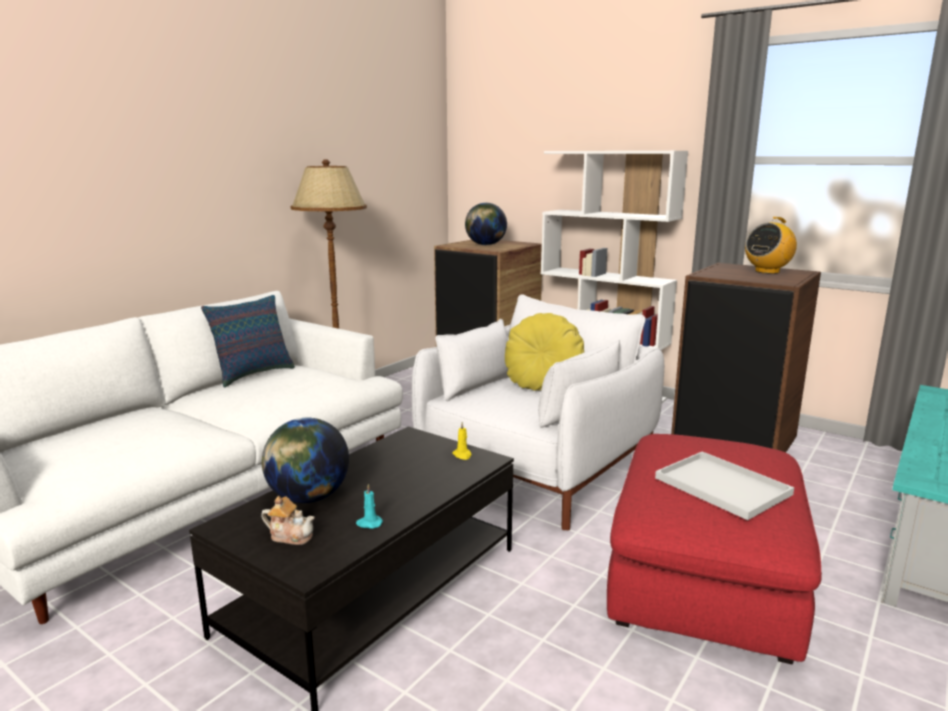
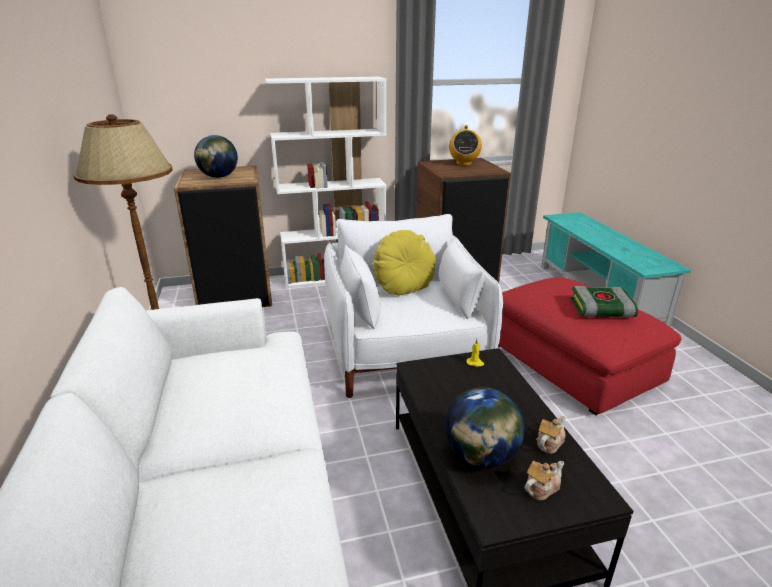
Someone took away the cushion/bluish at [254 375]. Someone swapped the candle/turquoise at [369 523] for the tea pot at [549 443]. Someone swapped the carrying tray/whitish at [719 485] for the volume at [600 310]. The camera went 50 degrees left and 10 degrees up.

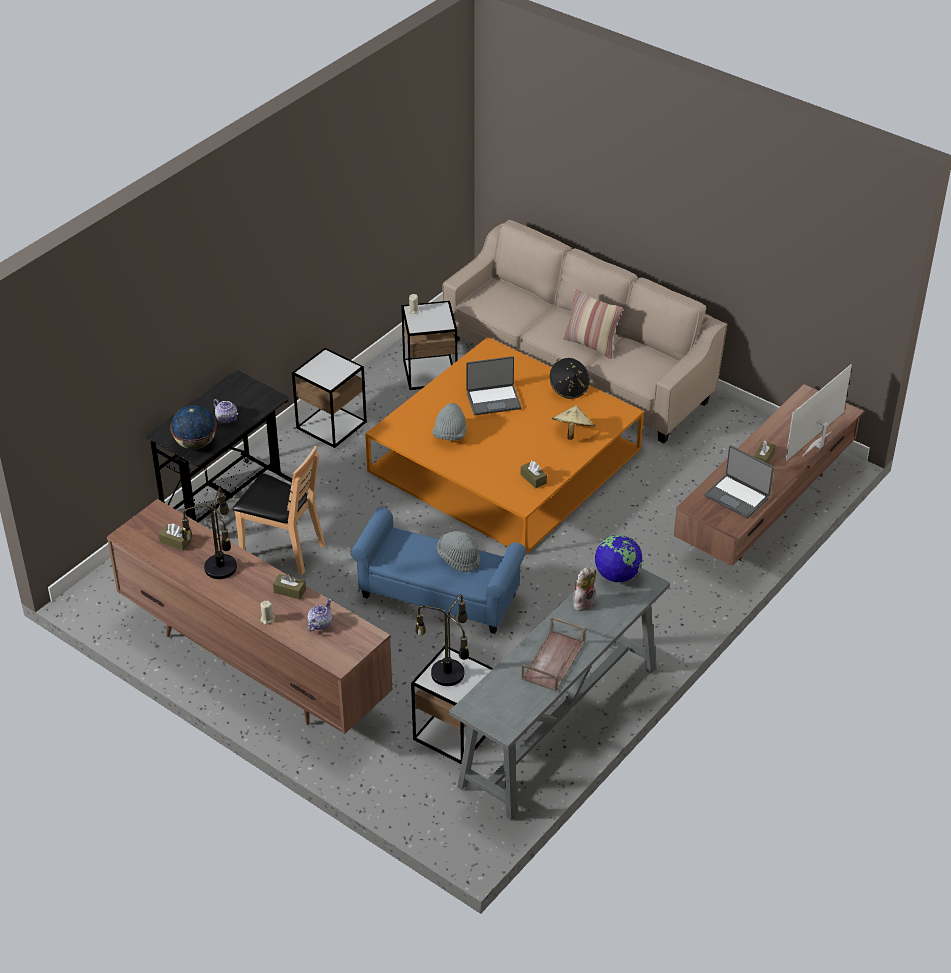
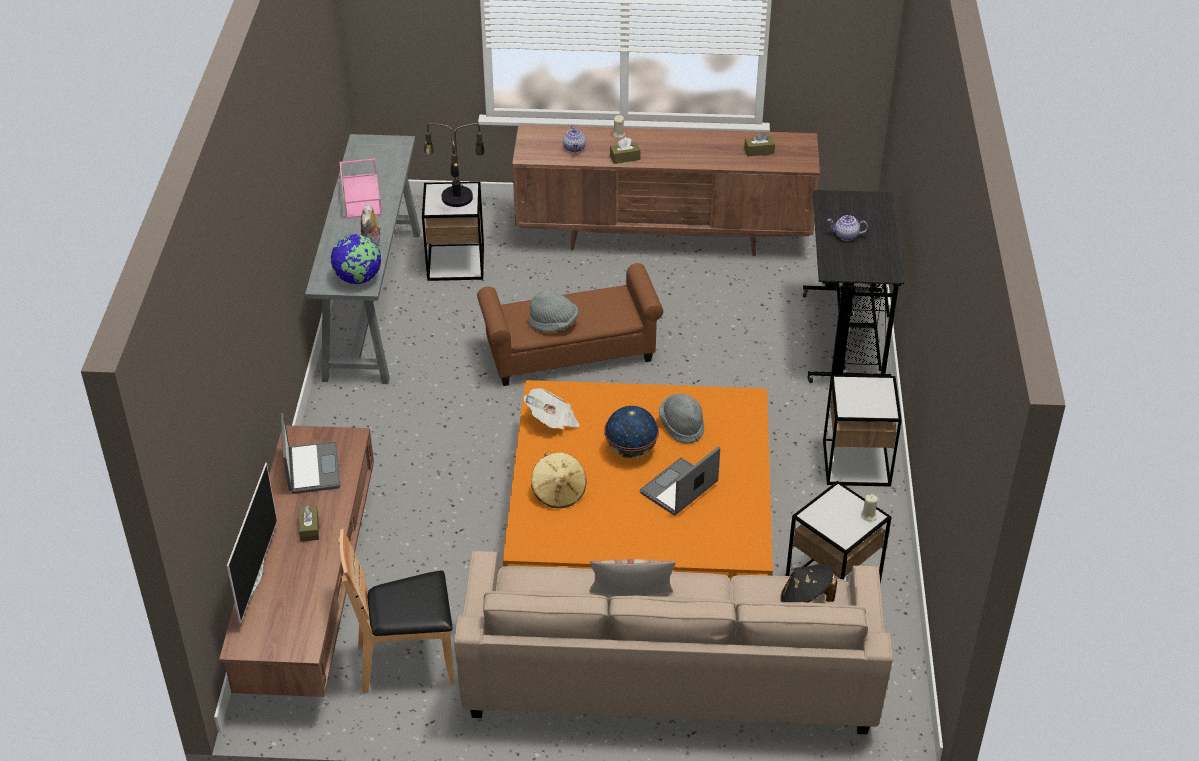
Someone carried the globe from [195 444] to [630 450]. Someone took away the tabletop lamp at [220 567]. Someone carried the chair/brownish from [282 549] to [407 662]. Someone repainted the footrest/bluish at [439 595], which became the footrest/brownish at [570 353]. Someone swapped the tissue box/brownish at [533 479] for the printed paper at [552 421]. Someone repainted the carrying tray/brownish at [554 661], which became the carrying tray/pink at [360 195]. Someone carried the hat/blackish from [569 388] to [805 598]. Someone rotated the notebook computer at [737 496] by 75 degrees clockwise. The camera went 145 degrees right and 0 degrees up.

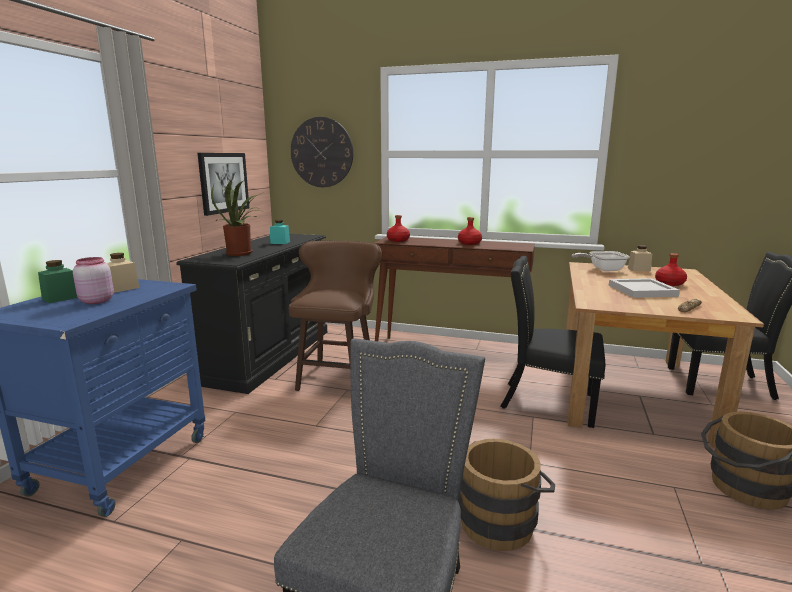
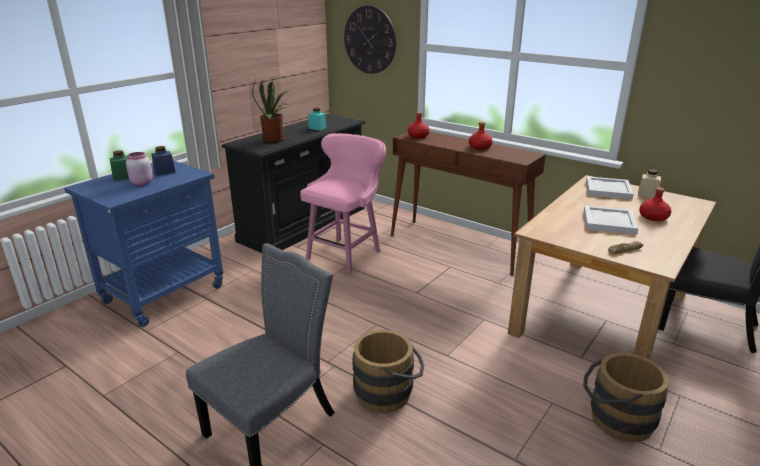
Someone repainted the preserve jar/beige at [122 288], which became the preserve jar/bluish at [164 172]. Someone took away the wall picture at [223 182]. Someone repainted the stool/brownish at [338 377], which became the stool/pink at [346 254]. Someone took away the chair/blackish at [550 403]. Someone swapped the skillet at [603 269] for the carrying tray/whitish at [607 190]. The camera went 20 degrees right and 10 degrees up.

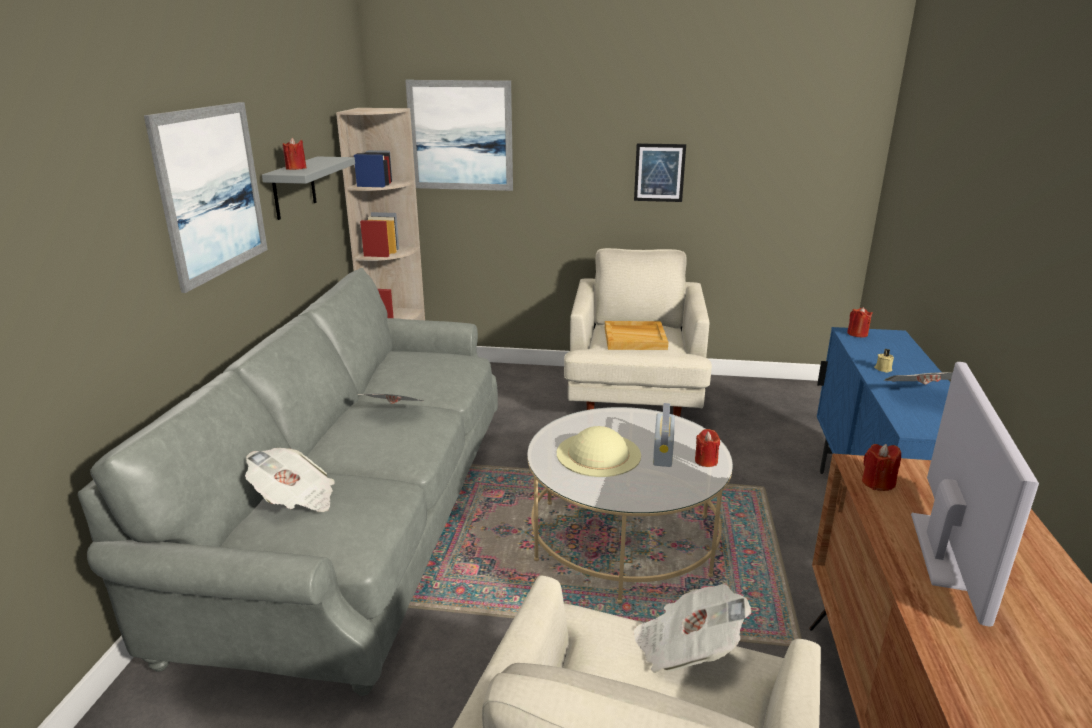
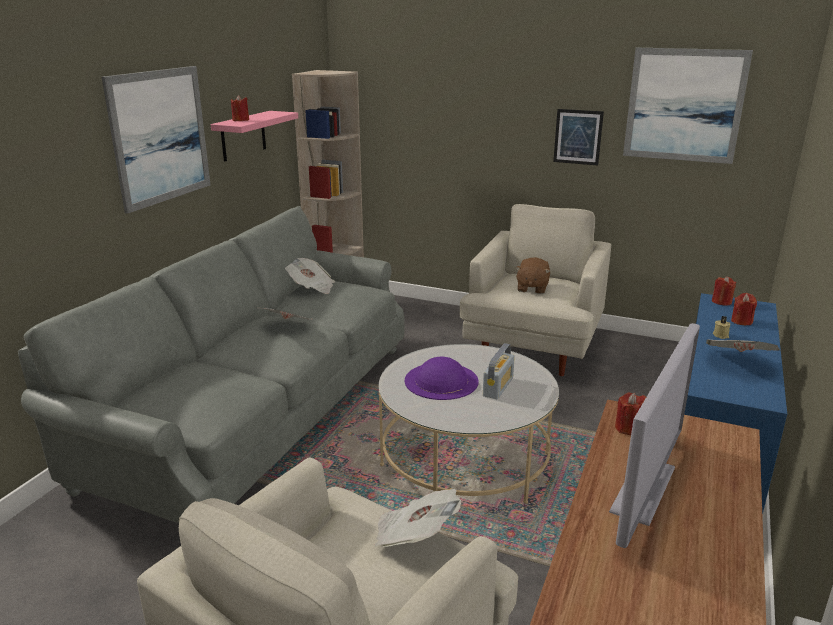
Someone carried the printed paper from [295 499] to [311 287]. Someone repainted the bracket shelf/grey at [294 188], which became the bracket shelf/pink at [243 136]. Someone carried the wall picture from [460 136] to [684 105]. Someone repainted the hat/beige at [598 454], which became the hat/purplish at [441 381]. Someone swapped the carrying tray/beige at [635 338] for the plush toy/brownish at [532 288]. Someone carried the candle/red from [706 461] to [741 321]. The camera went 15 degrees right and 0 degrees up.

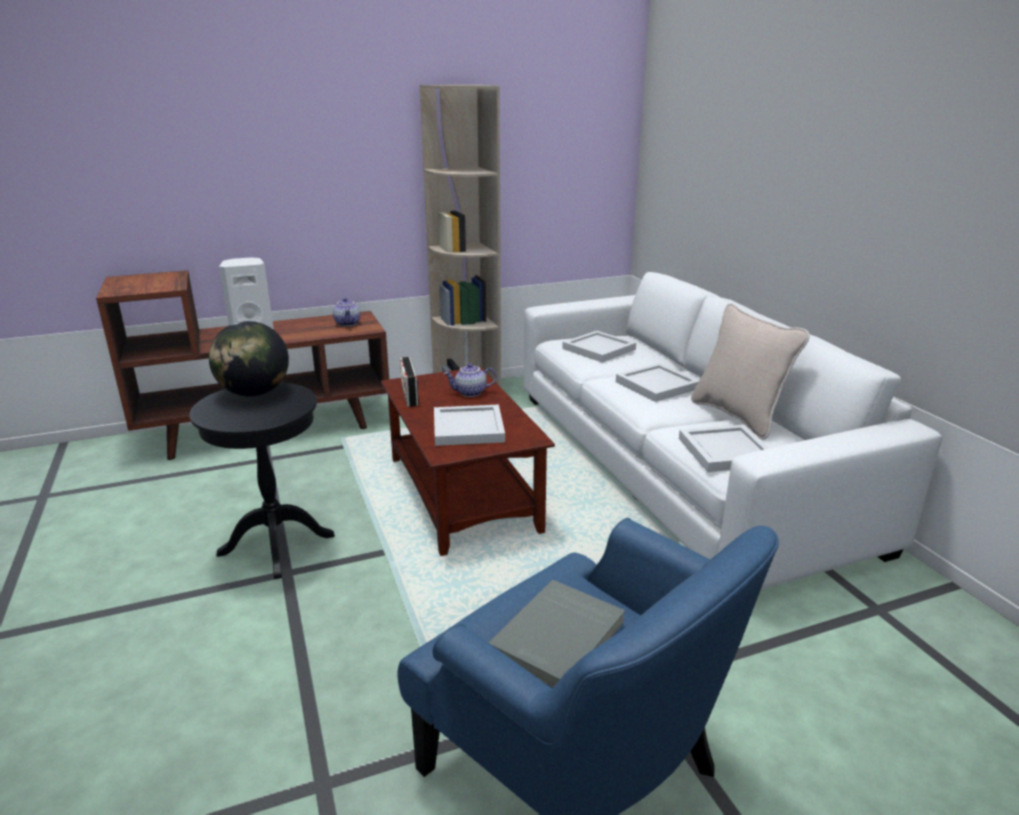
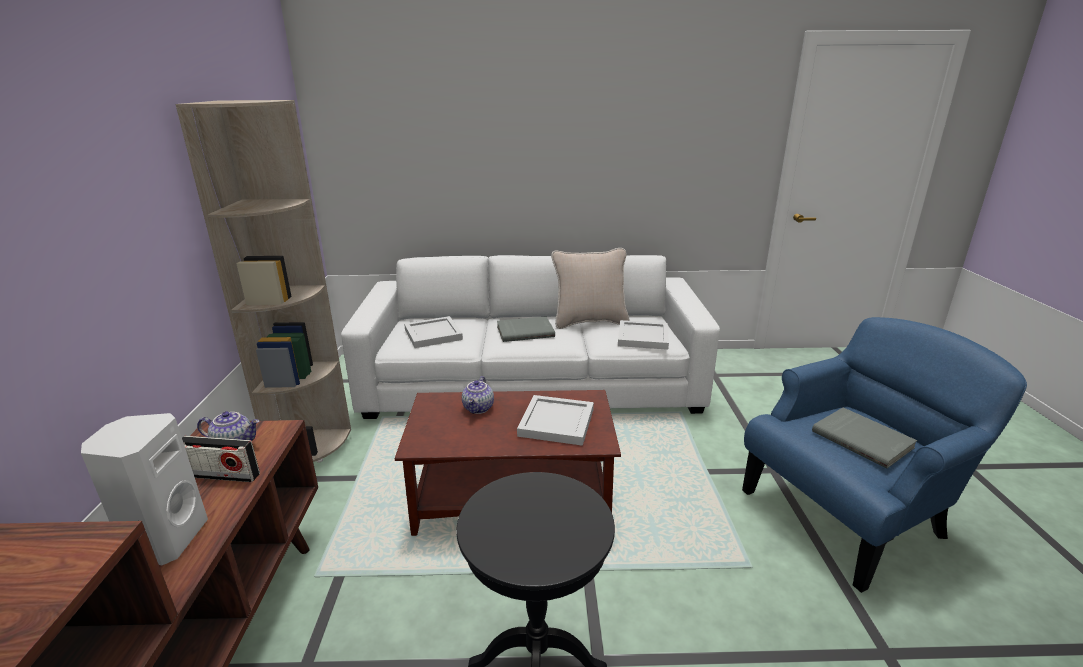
Someone took away the globe at [254 393]. Someone carried the radio receiver from [409 395] to [223 475]. Someone swapped the carrying tray/whitish at [657 384] for the volume/grey at [525 331]. The camera went 70 degrees left and 0 degrees up.

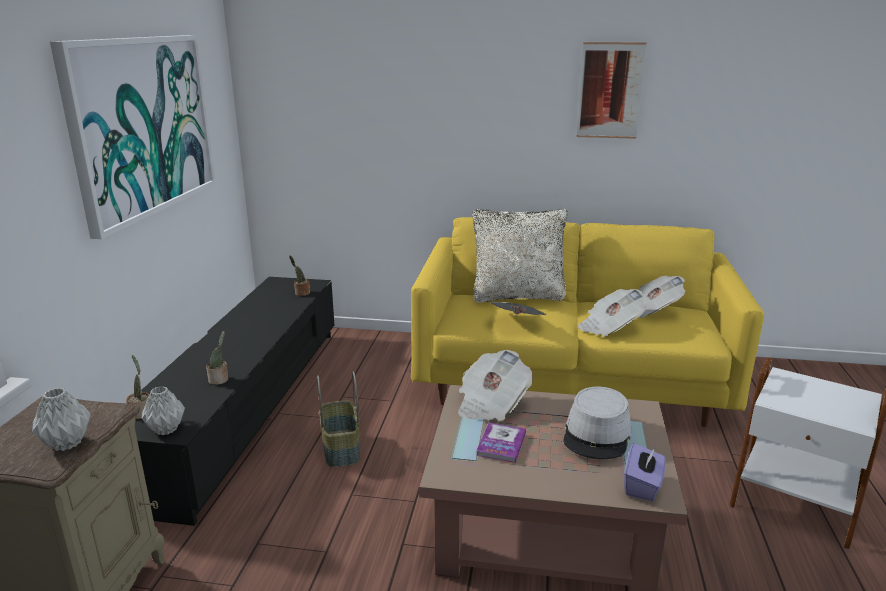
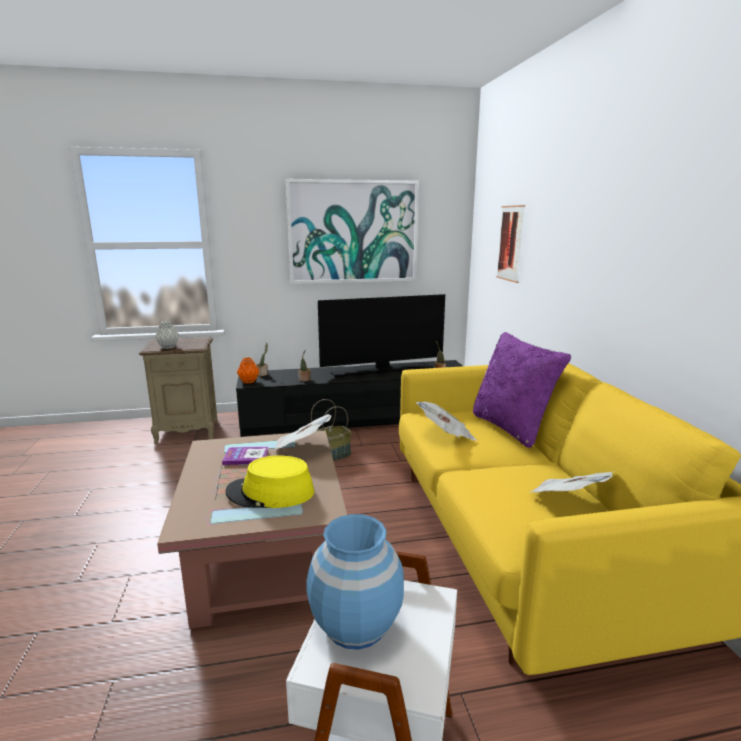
Someone repainted the vase/grey at [165 430], which became the vase/orange-coloured at [248 382]. Someone repainted the cushion/beige at [518 298], which became the cushion/purplish at [511 430]. Someone repainted the hat/grey at [597 435], which became the hat/yellow at [270 493]. Someone carried the wall picture from [610 91] to [510 243]. Someone took away the printed paper at [609 327]. Someone took away the tissue box/purplish at [642 486]. Someone put down the vase/bluish at [356 625]. Someone put down the TV set at [382 370]. The camera went 70 degrees right and 5 degrees down.

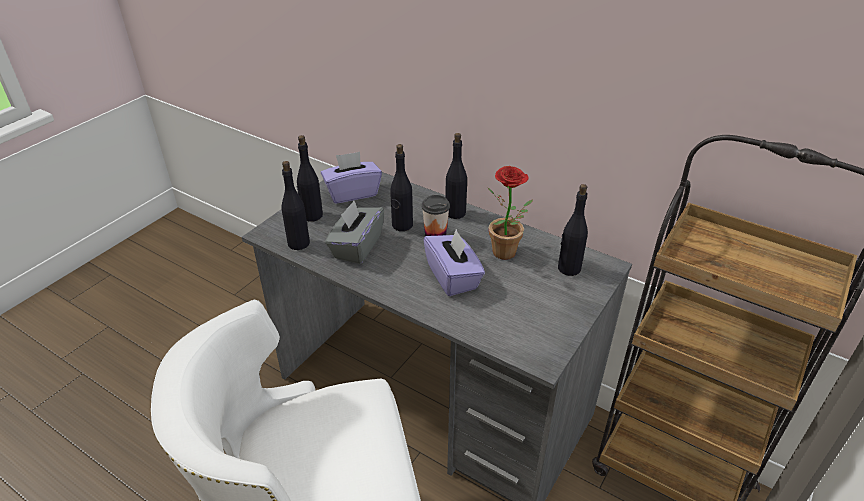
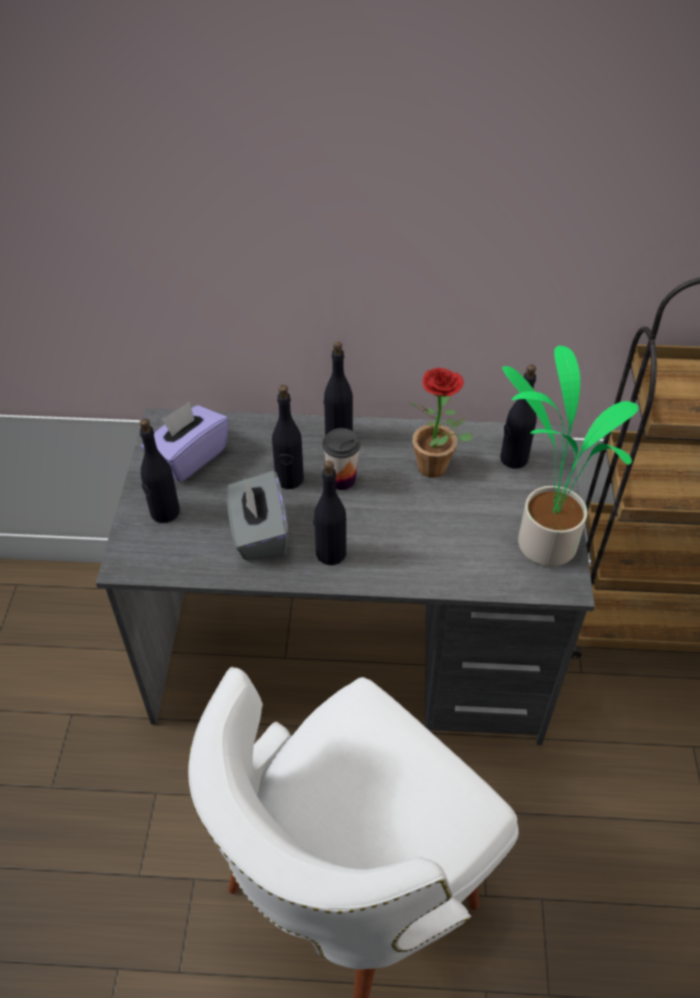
Someone carried the beverage bottle/blackish from [298 243] to [330 553]. Someone took away the tissue box/purplish at [453 277]. Someone put down the plant in a pot at [542 543]. The camera went 30 degrees left and 10 degrees up.

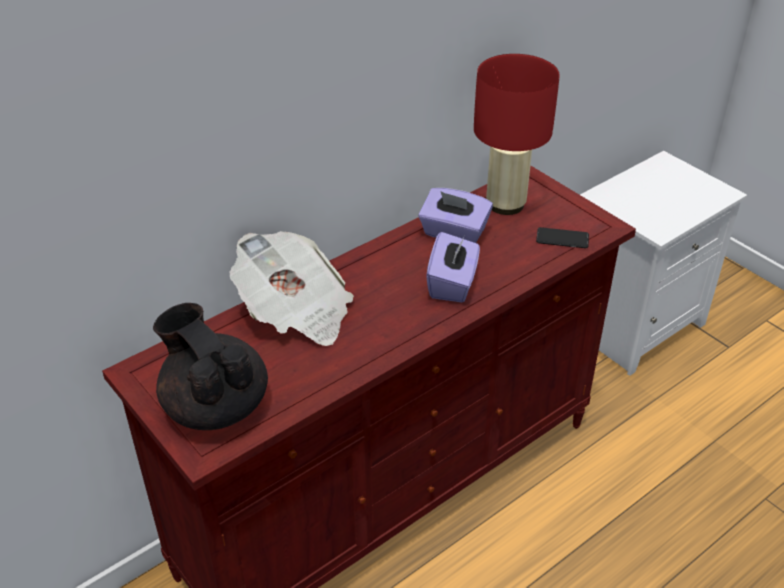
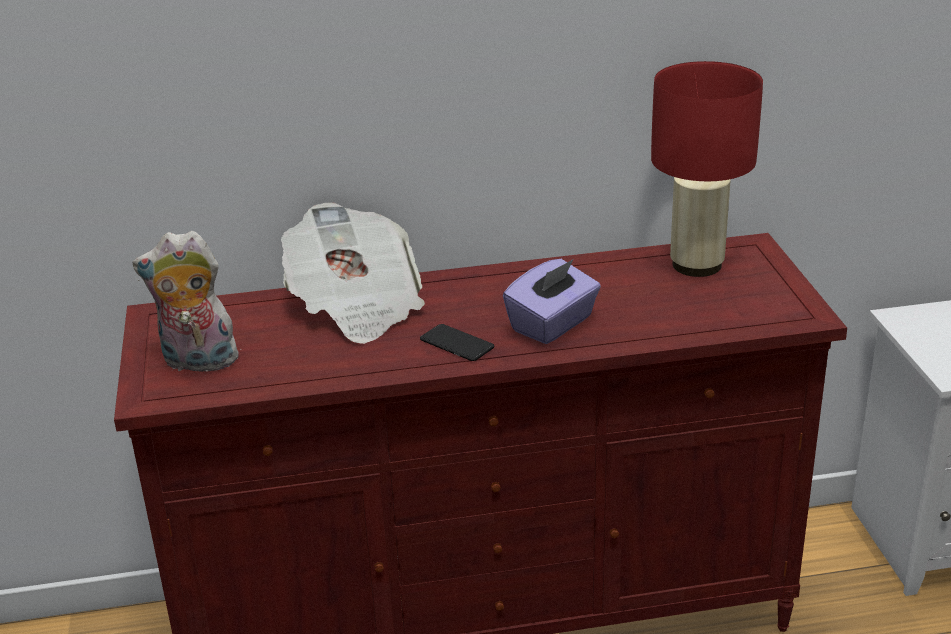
Someone swapped the tea pot/blackish at [215 405] for the plush toy at [197 363]. Someone took away the tissue box/purplish at [454 233]. Someone carried the handset from [562 239] to [457 344]. The camera went 30 degrees right and 10 degrees down.

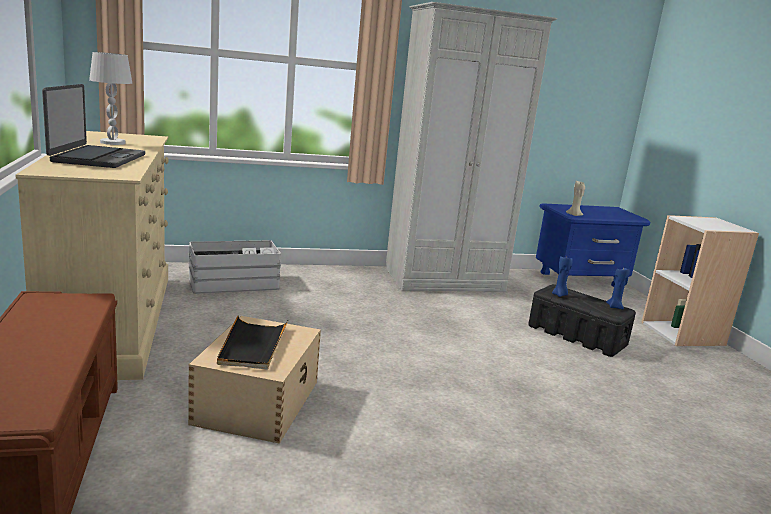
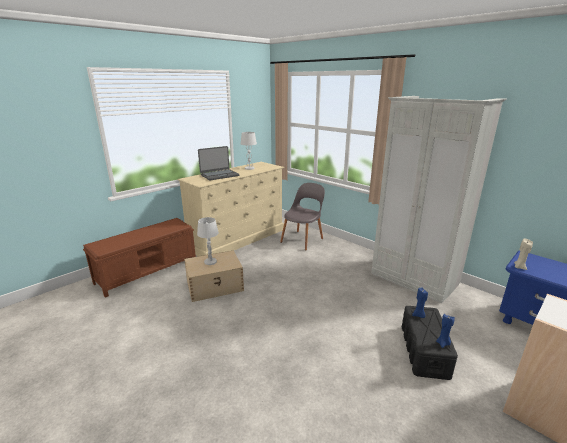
Someone swapped the storage container/grey at [234 283] for the chair/grey at [303 239]. Someone swapped the carrying tray/blackish at [252 346] for the tabletop lamp/whitish at [210 262]. The camera went 60 degrees right and 5 degrees up.

